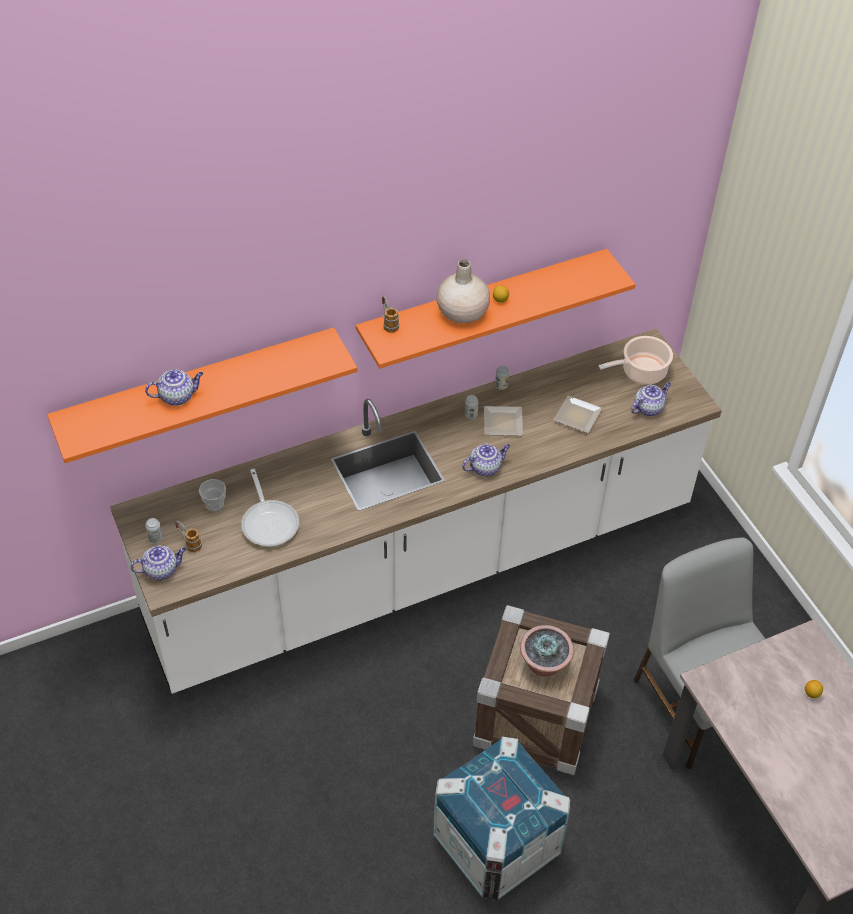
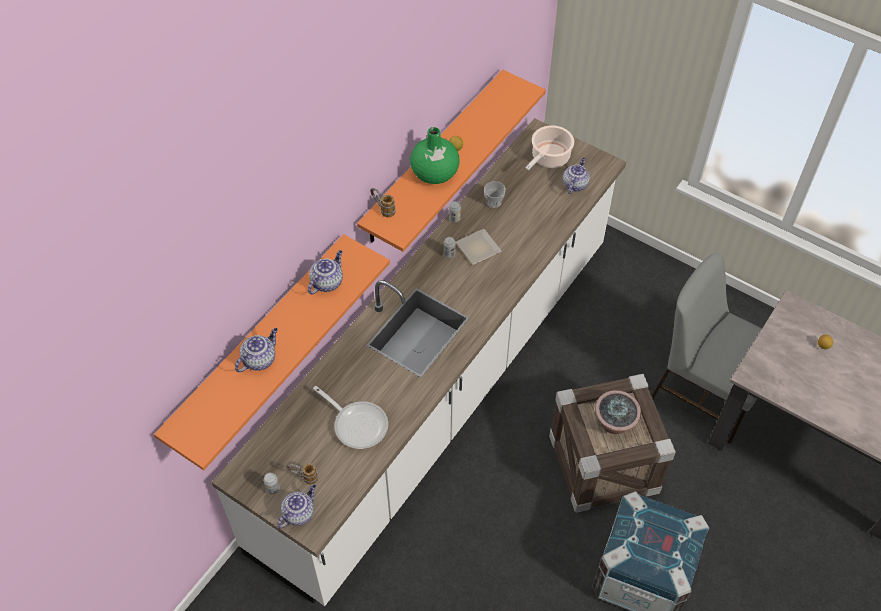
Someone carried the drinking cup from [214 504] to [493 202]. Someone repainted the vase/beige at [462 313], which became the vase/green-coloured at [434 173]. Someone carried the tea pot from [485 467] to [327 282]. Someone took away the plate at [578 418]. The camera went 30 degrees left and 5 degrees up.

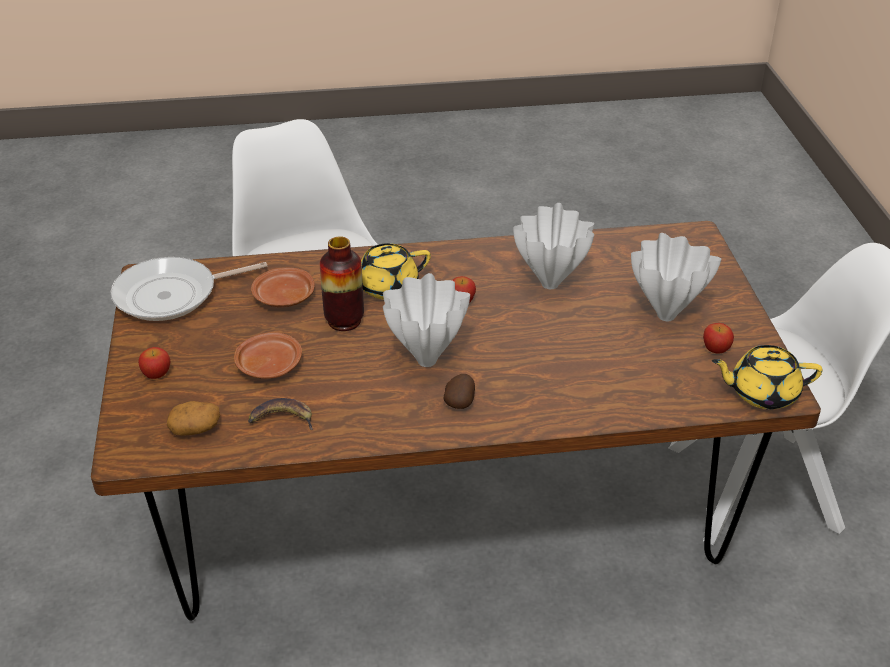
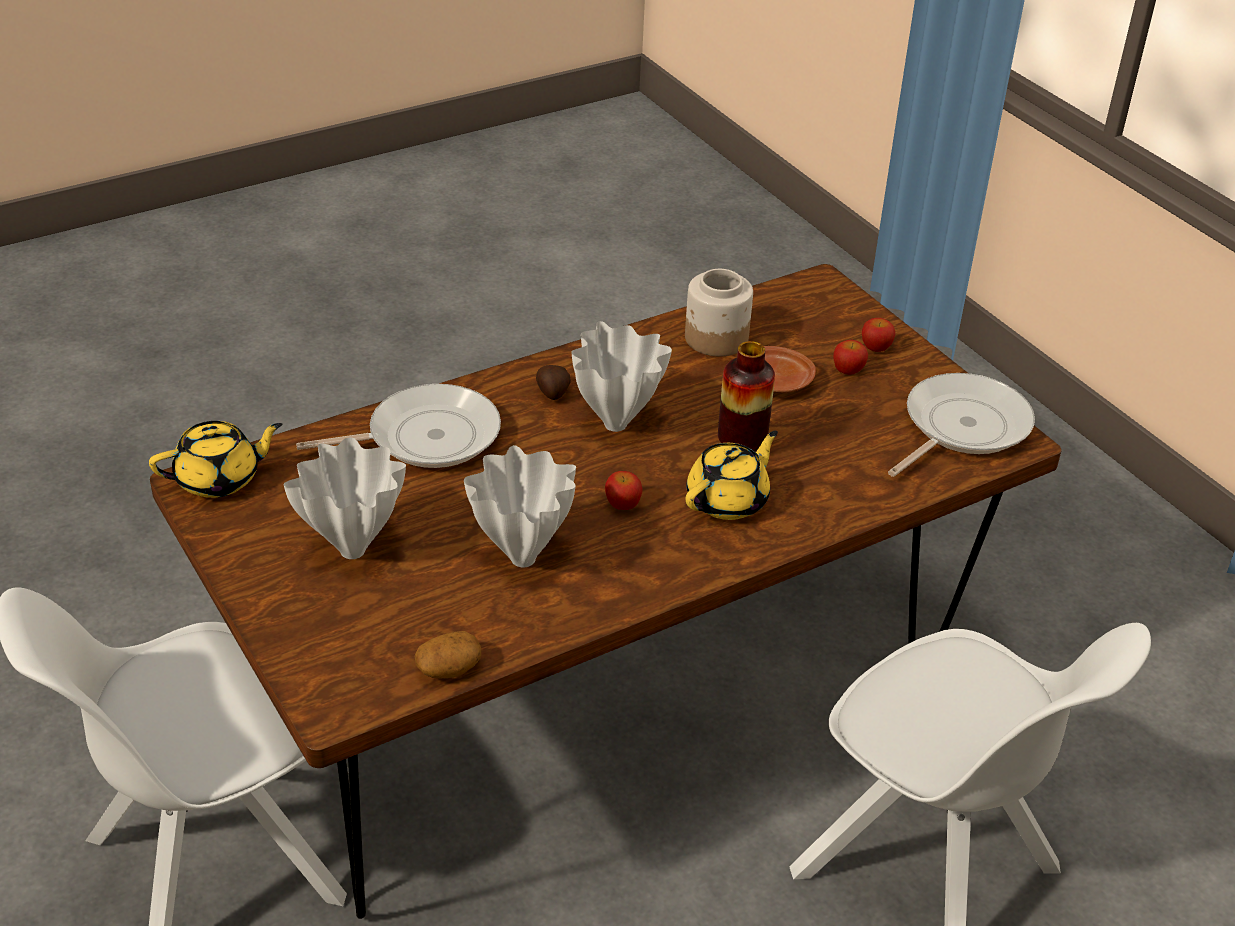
Someone carried the spud from [195 428] to [448 669]. Someone swapped the whole banana at [281 418] for the preserve jar at [716 339]. Someone took away the plate/brownish at [283 297]. Someone carried the apple fruit from [715 349] to [848 370]. Someone put down the skillet at [426 437]. The camera went 155 degrees right and 0 degrees up.

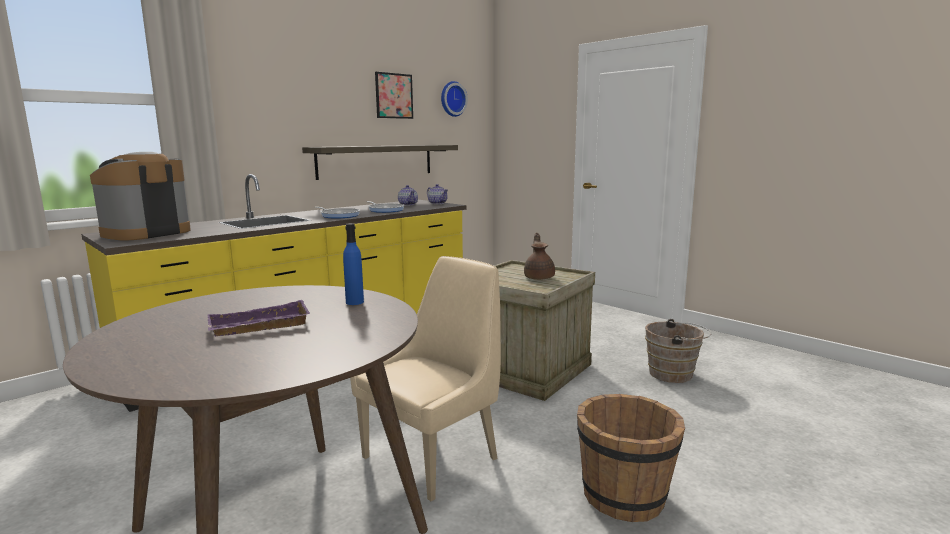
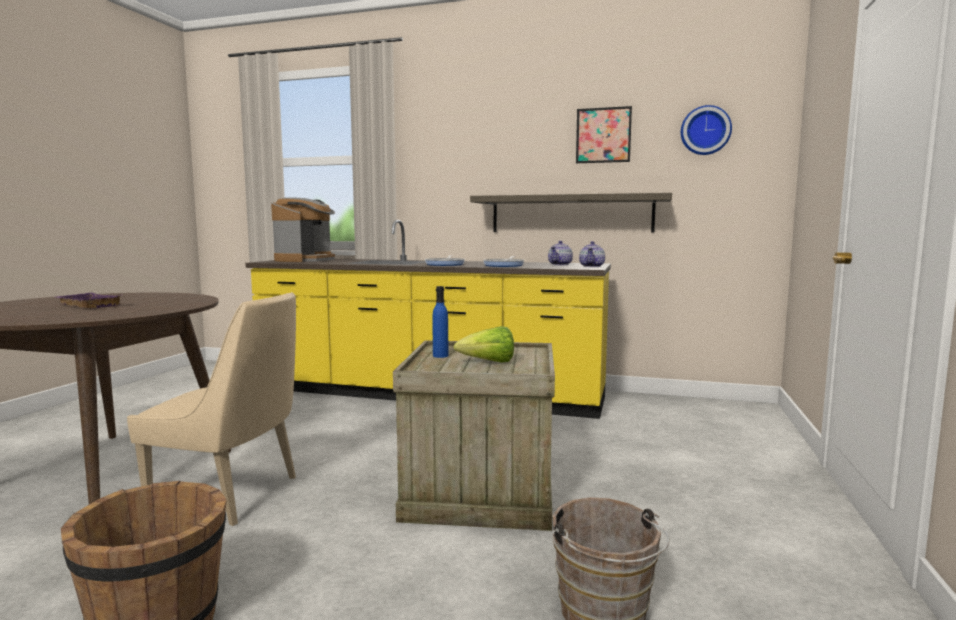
Someone rotated the coffee machine at [146 233] by 105 degrees clockwise. Someone carried the beverage bottle/bluish from [354 302] to [440 356]. Someone swapped the tea pot/brownish at [539 277] for the lettuce at [488 363]. The camera went 60 degrees right and 5 degrees down.

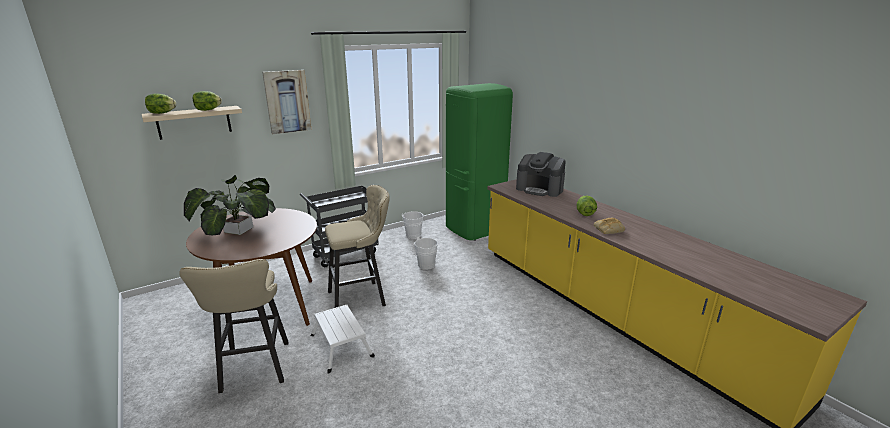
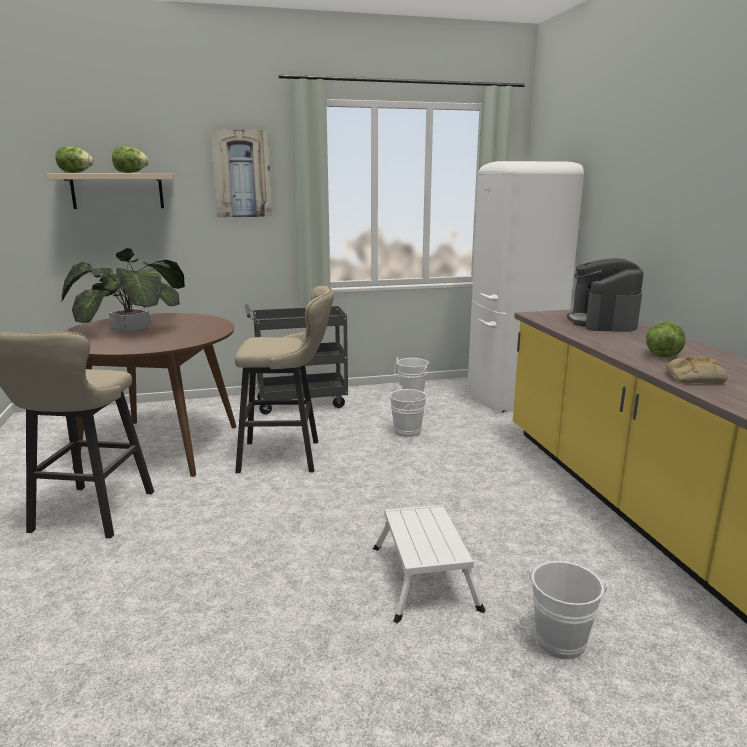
Someone carried the step stool/whitish from [341 346] to [424 578]. Someone repainted the fridge/green-coloured at [473 229], which became the fridge/whitish at [509 398]. Someone rotated the coffee machine at [540 189] by 45 degrees clockwise. Someone put down the bucket/whitish at [560 638]. The camera went 20 degrees right and 5 degrees down.

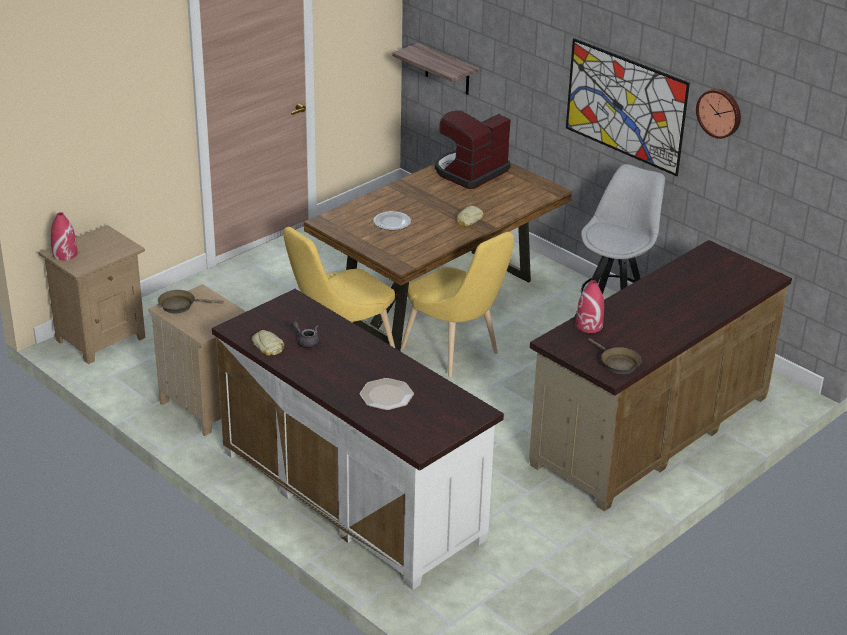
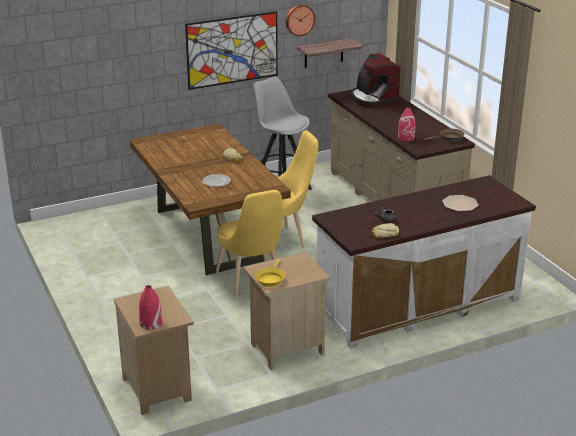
Someone repainted the skillet/brownish at [180 305], which became the skillet/yellow at [270 279]. Someone carried the bracket shelf from [447 70] to [323 53]. Someone carried the coffee machine from [470 172] to [373 99]. The camera went 70 degrees left and 5 degrees down.

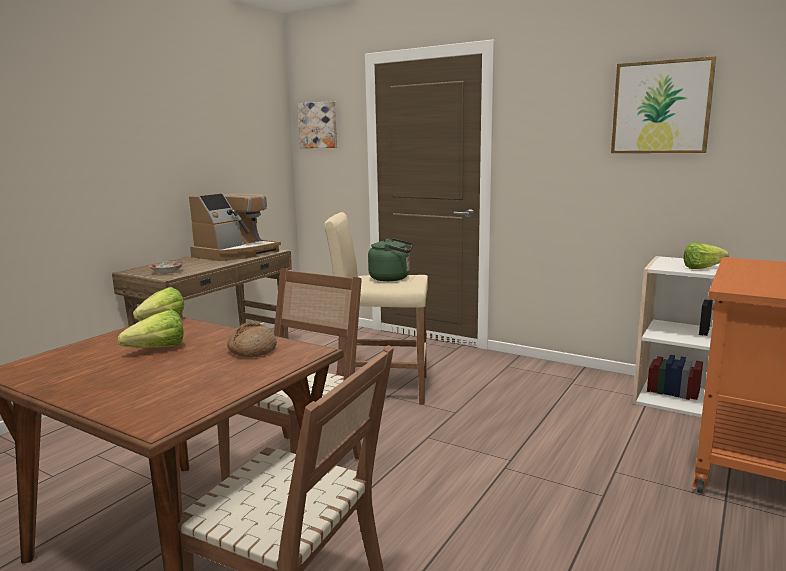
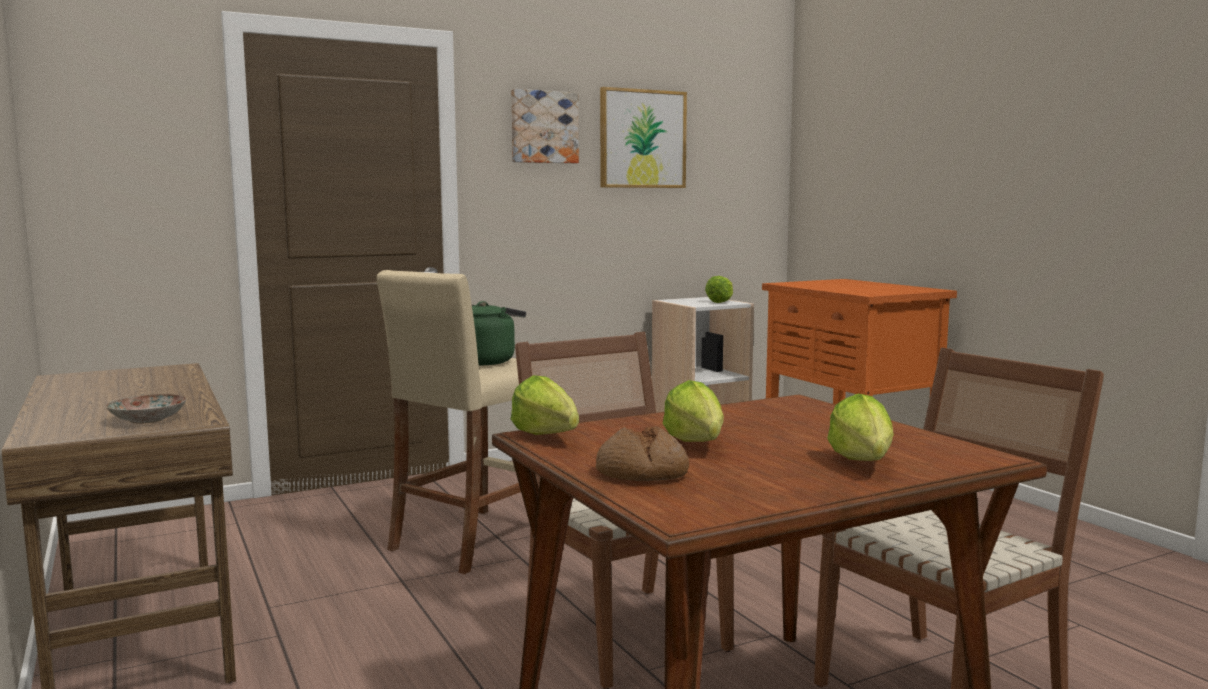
Someone took away the coffee machine at [236 254]. Someone carried the bakery bread from [252 350] to [642 473]. Someone carried the wall picture from [319 125] to [543 127]. Someone put down the lettuce at [863 466]. The camera went 60 degrees left and 5 degrees down.

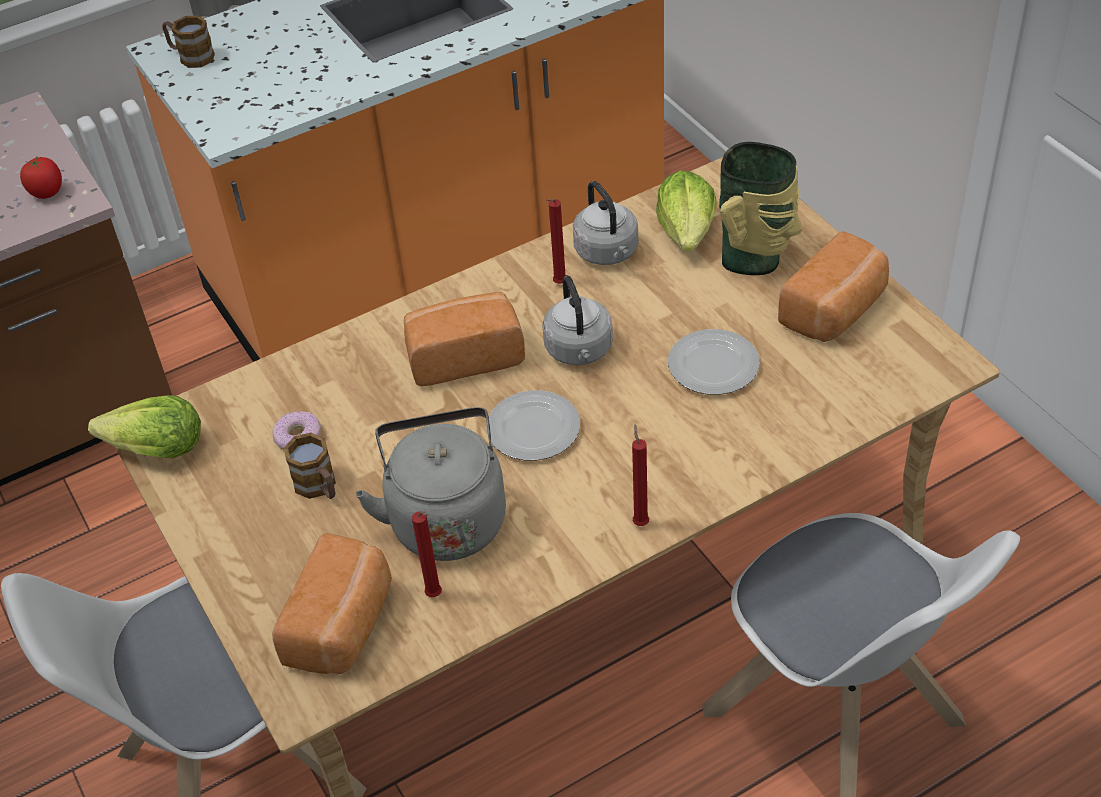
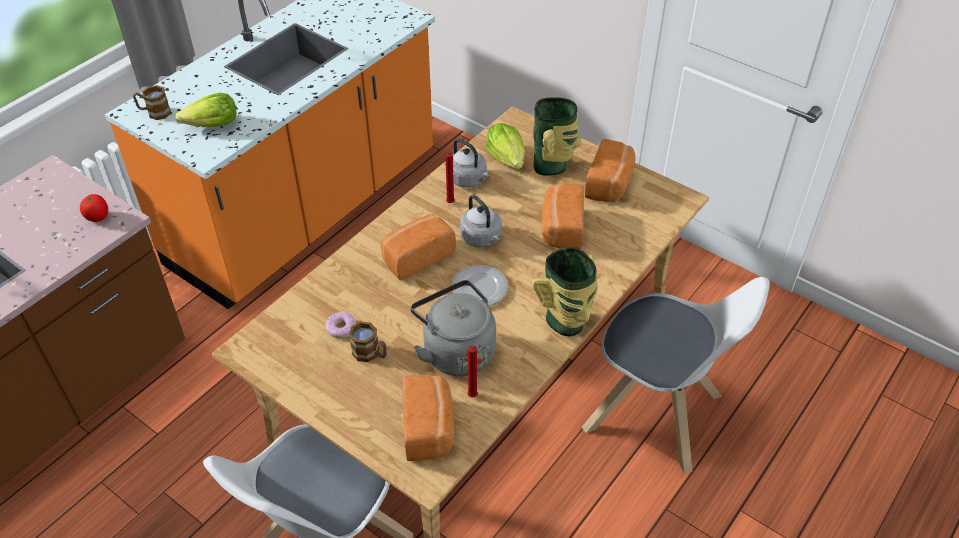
Someone carried the lettuce from [156 449] to [212 125]. Someone swapped the candle/red at [640 521] for the vase at [566 323]. Someone swapped the plate at [714 365] for the bakery bread at [561 228]. The camera went 25 degrees left and 0 degrees up.

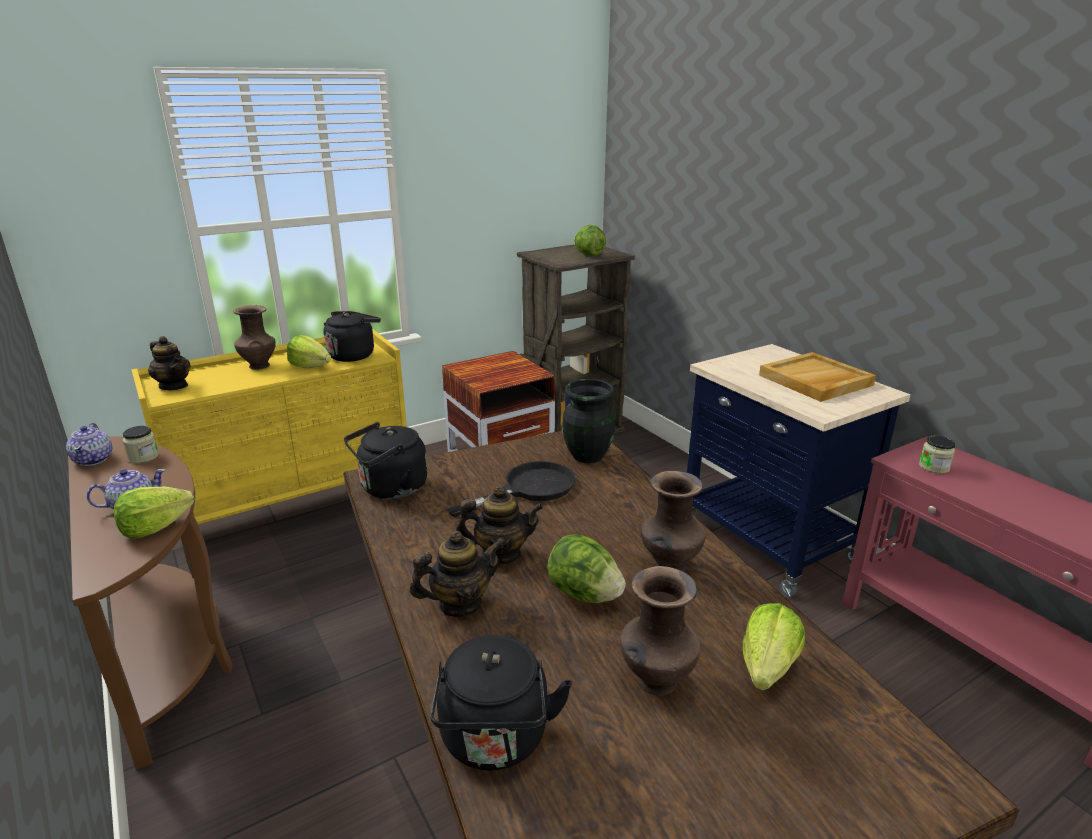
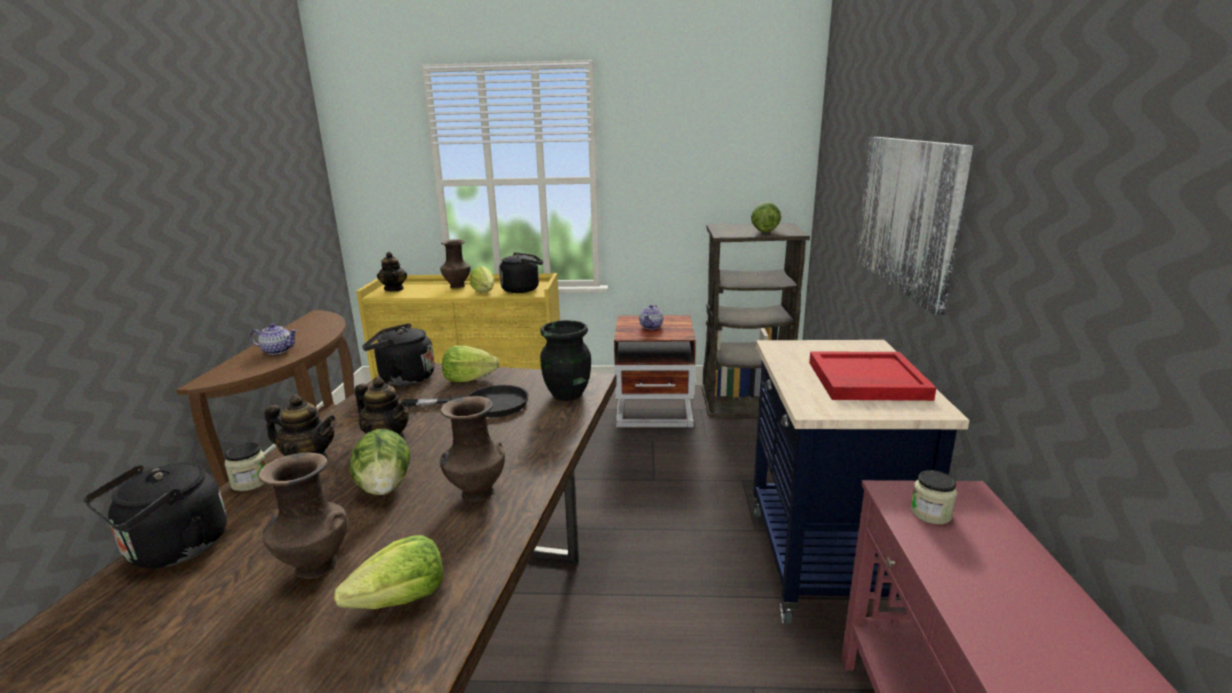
Someone carried the tea pot from [94 459] to [651 326]. Someone carried the lettuce from [155 528] to [469 379]. Someone carried the preserve jar from [143 457] to [250 482]. Someone repainted the carrying tray/beige at [815 380], which became the carrying tray/red at [866 380]. Someone put up the wall picture at [907 214]. The camera went 35 degrees right and 5 degrees down.

